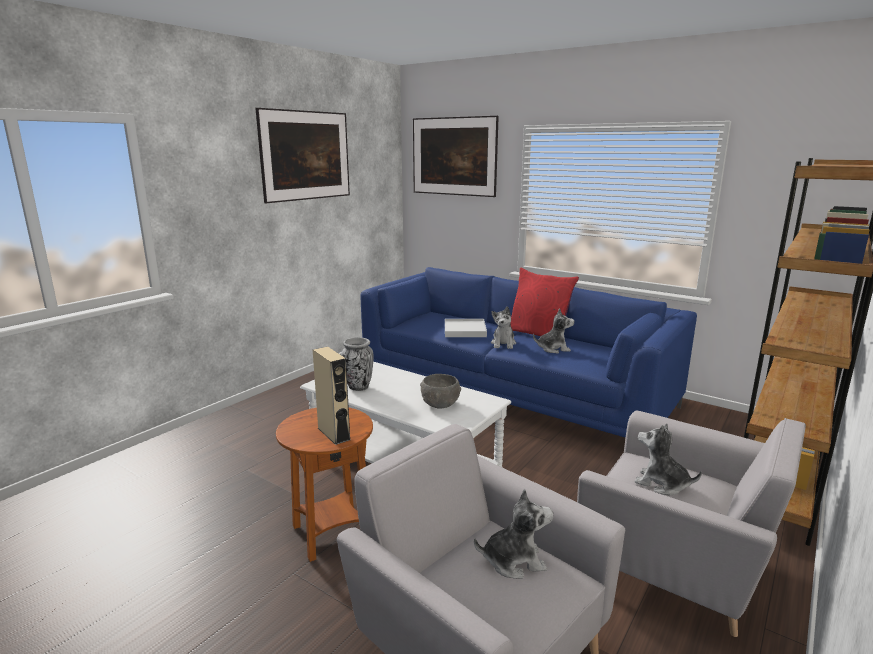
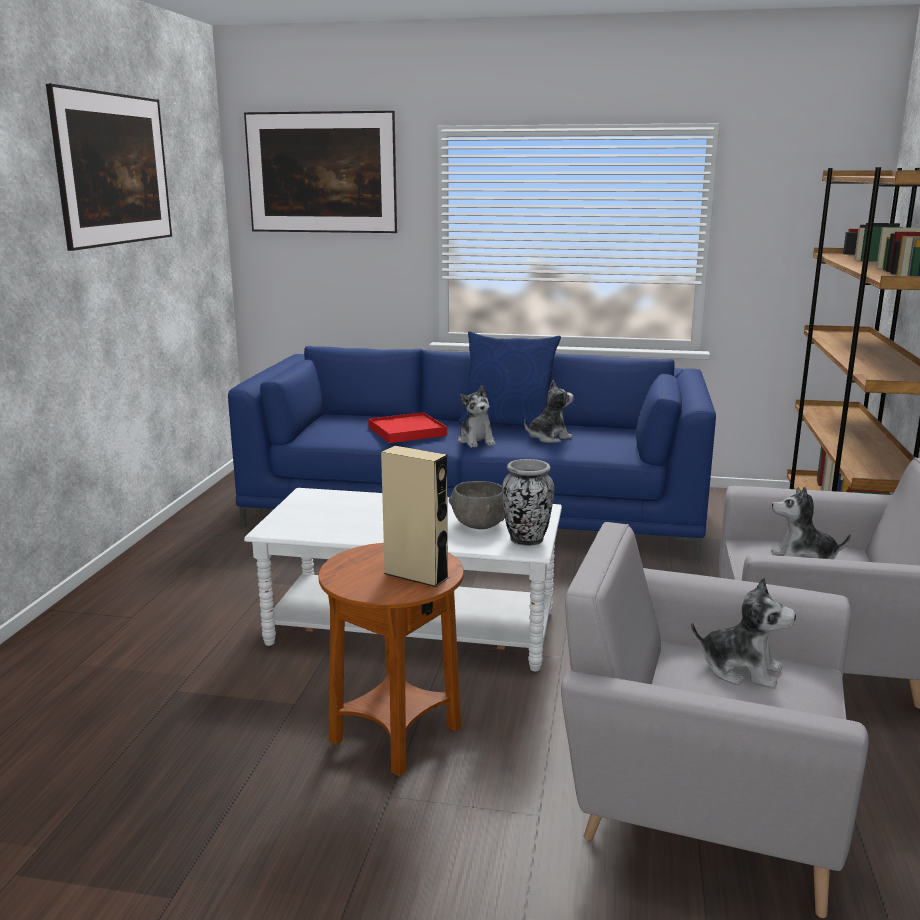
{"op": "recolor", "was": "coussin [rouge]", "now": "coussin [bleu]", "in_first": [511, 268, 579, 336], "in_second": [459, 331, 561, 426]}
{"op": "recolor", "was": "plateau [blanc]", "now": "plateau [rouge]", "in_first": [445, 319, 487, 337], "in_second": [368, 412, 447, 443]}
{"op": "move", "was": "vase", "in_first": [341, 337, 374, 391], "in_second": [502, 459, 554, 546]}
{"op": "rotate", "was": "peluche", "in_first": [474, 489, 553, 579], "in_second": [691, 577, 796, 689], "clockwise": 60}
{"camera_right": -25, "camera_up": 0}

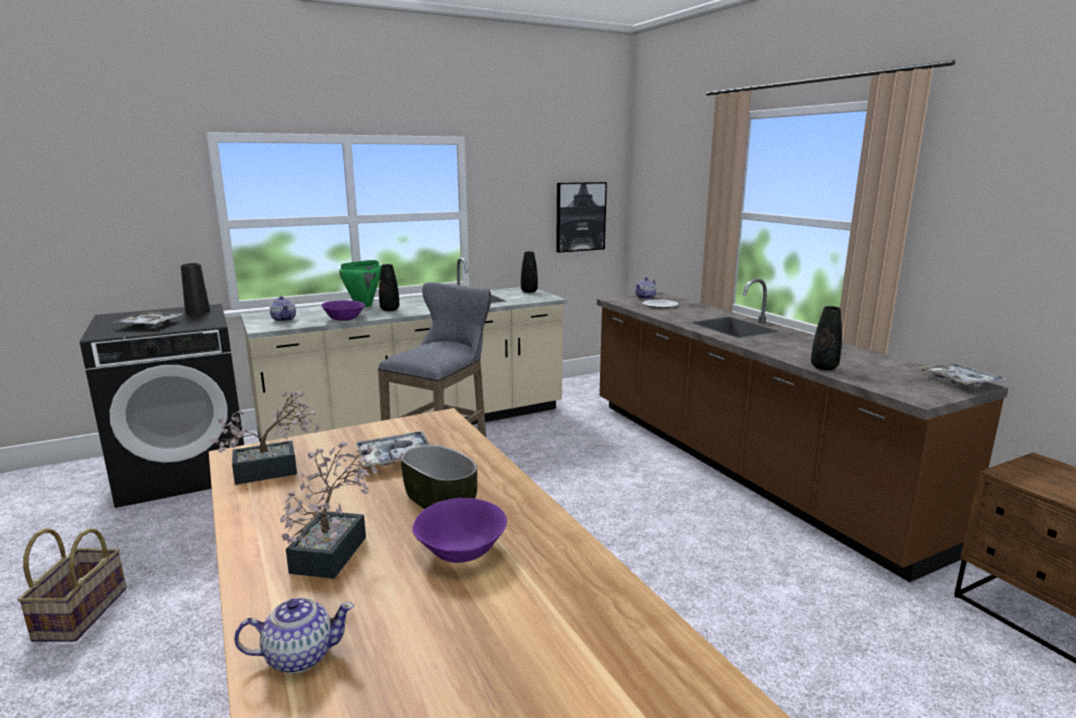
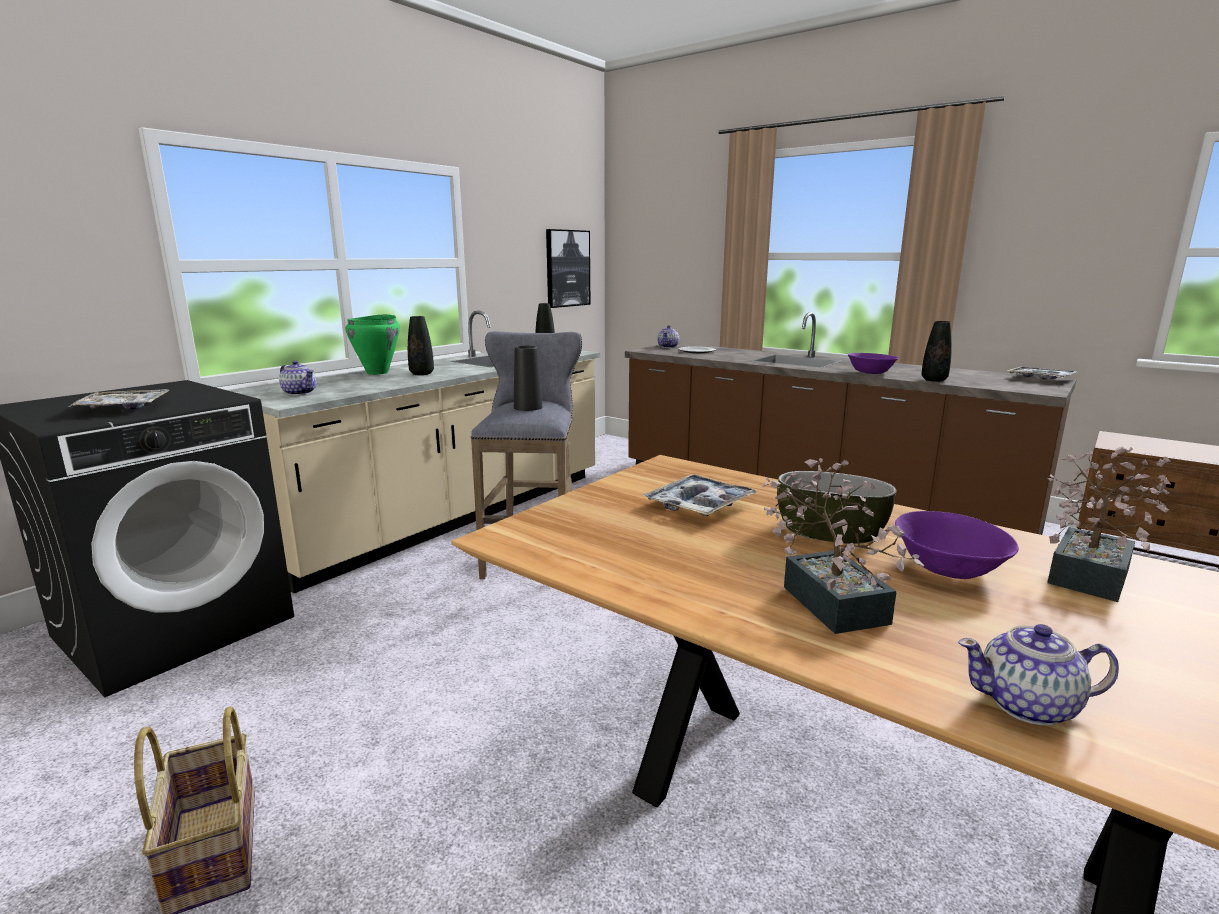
{"op": "move", "was": "vase [noir]", "in_first": [181, 263, 210, 314], "in_second": [514, 346, 542, 411]}
{"op": "move", "was": "bol [violet]", "in_first": [321, 300, 365, 321], "in_second": [848, 353, 899, 374]}
{"op": "move", "was": "plante en pot", "in_first": [210, 391, 319, 485], "in_second": [1047, 446, 1172, 602]}
{"op": "rotate", "was": "théière", "in_first": [234, 597, 354, 673], "in_second": [958, 624, 1119, 726], "clockwise": -135}
{"camera_right": -25, "camera_up": 0}

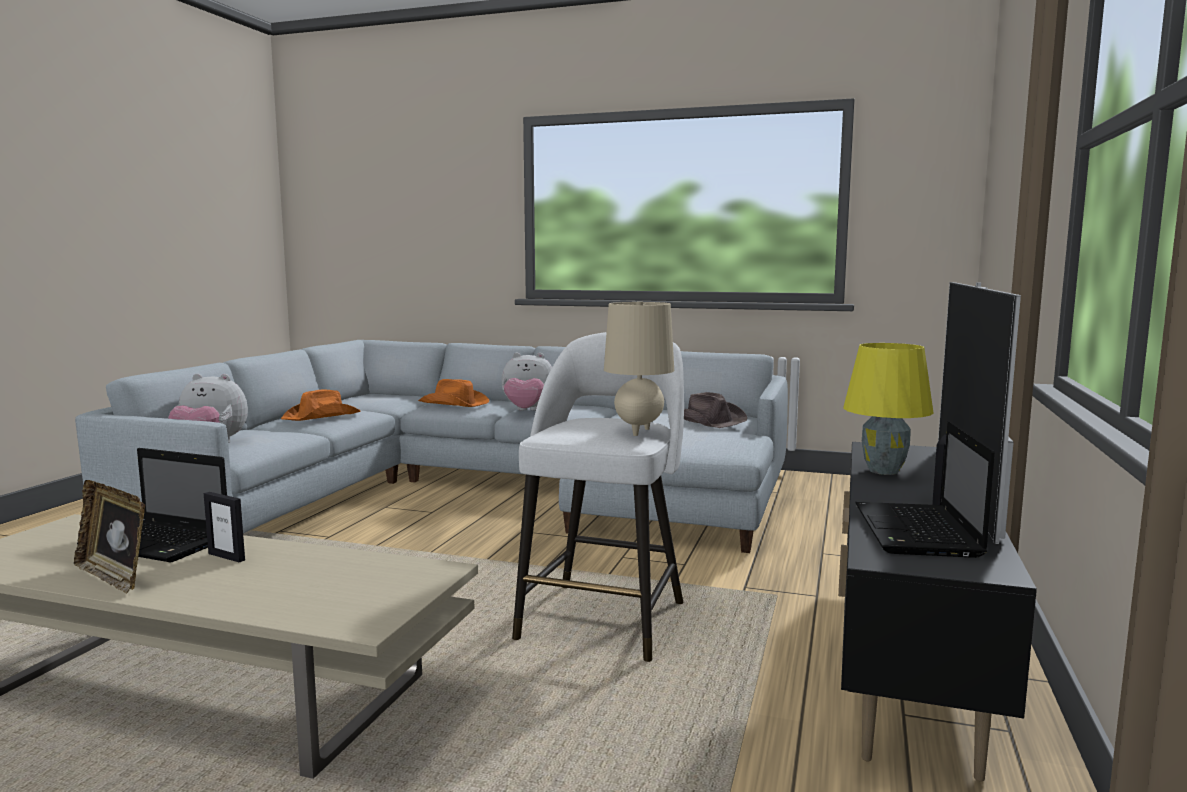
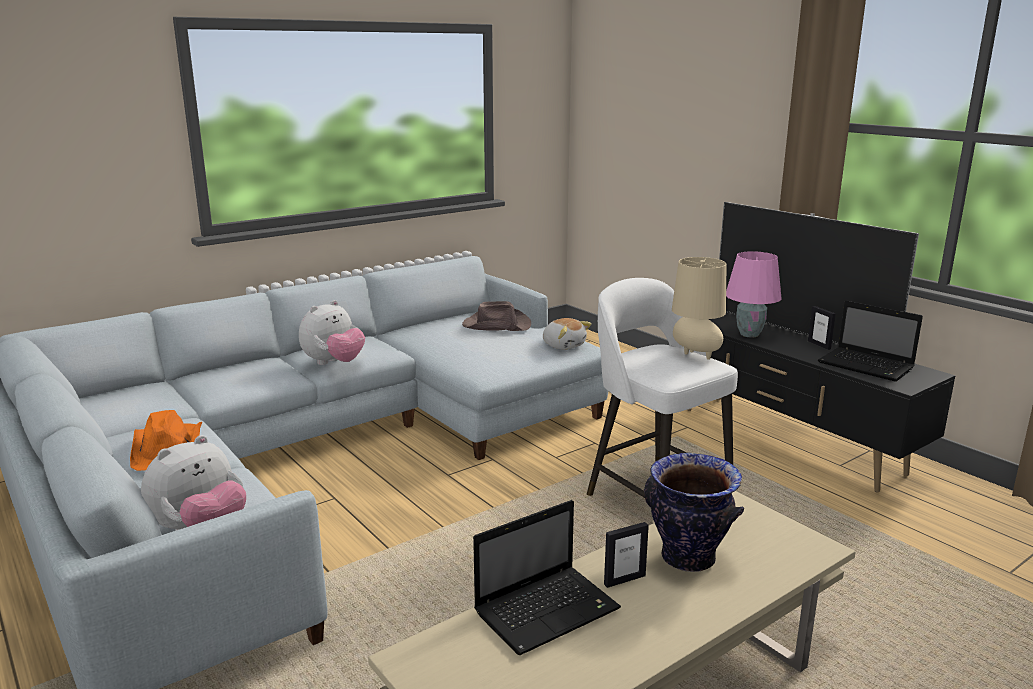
{"op": "recolor", "was": "lampe de table [jaune]", "now": "lampe de table [rose]", "in_first": [843, 343, 934, 475], "in_second": [726, 251, 782, 338]}
{"op": "delete", "was": "chapeau [orange]", "in_first": [418, 379, 489, 407]}
{"op": "delete", "was": "cadre photo", "in_first": [74, 480, 145, 594]}
{"op": "insert", "now": "peluche", "in_second": [543, 318, 592, 350]}
{"op": "insert", "now": "vase", "in_second": [644, 452, 744, 572]}
{"camera_right": -55, "camera_up": 10}

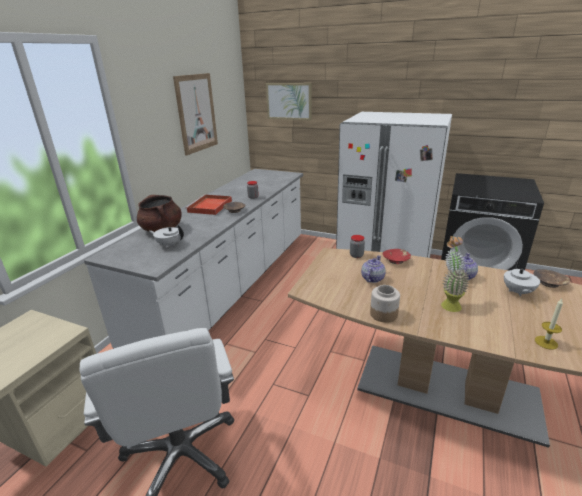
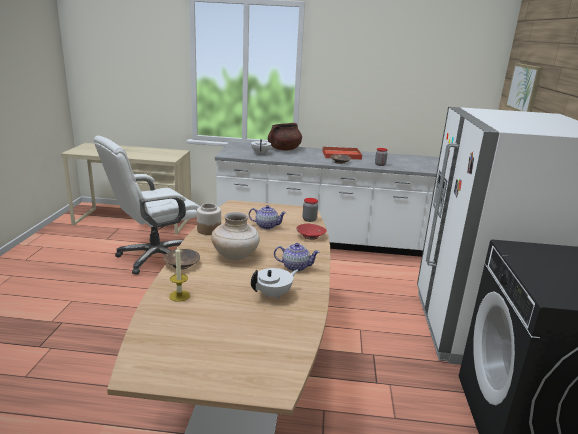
{"op": "delete", "was": "tableau", "in_first": [173, 73, 218, 156]}
{"op": "replace", "was": "plante en pot", "now": "vase [beige]", "in_first": [441, 236, 470, 312], "in_second": [211, 212, 260, 260]}
{"op": "rotate", "was": "théière [blanc]", "in_first": [504, 260, 540, 297], "in_second": [251, 268, 298, 300], "clockwise": 150}
{"op": "move", "was": "bol [marron]", "in_first": [534, 269, 570, 288], "in_second": [164, 249, 200, 269]}
{"camera_right": 70, "camera_up": -5}

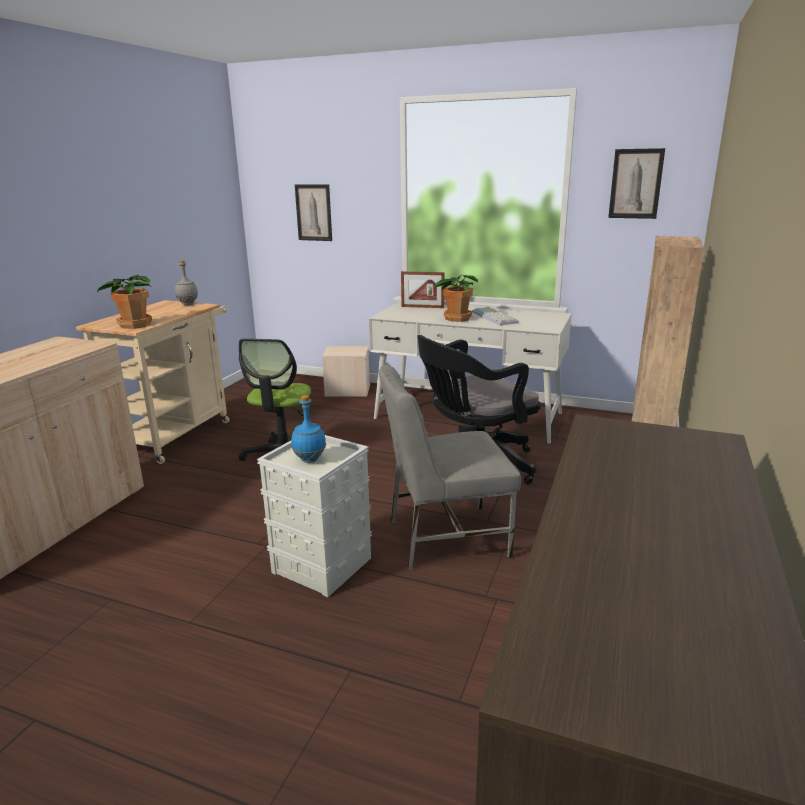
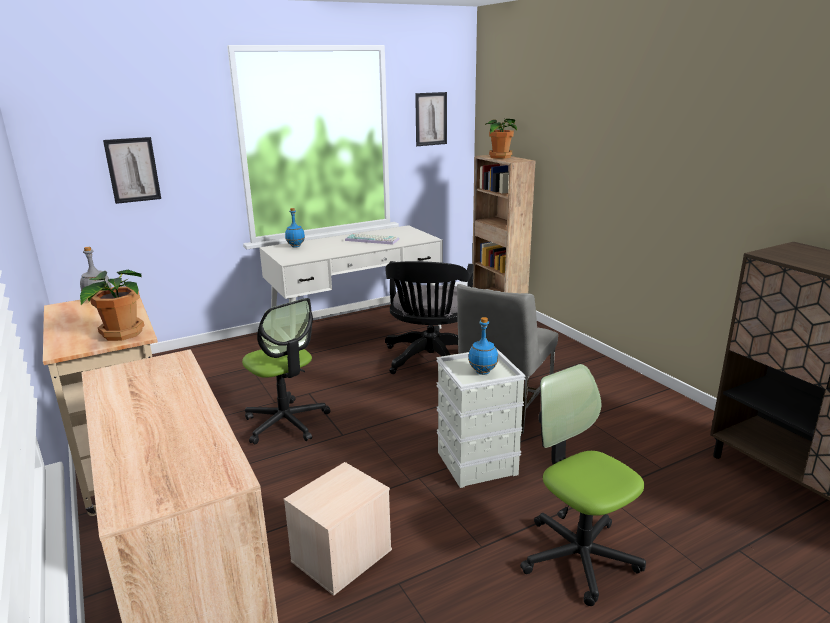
{"op": "replace", "was": "cadre photo", "now": "bouteille [bleu]", "in_first": [401, 271, 444, 308], "in_second": [285, 208, 305, 248]}
{"op": "move", "was": "plante en pot", "in_first": [433, 275, 478, 322], "in_second": [485, 119, 517, 159]}
{"op": "move", "was": "boîte de rangement [beige]", "in_first": [322, 346, 370, 397], "in_second": [284, 462, 392, 596]}
{"op": "insert", "now": "chaise de bureau", "in_second": [520, 364, 646, 606]}
{"camera_right": -50, "camera_up": 0}

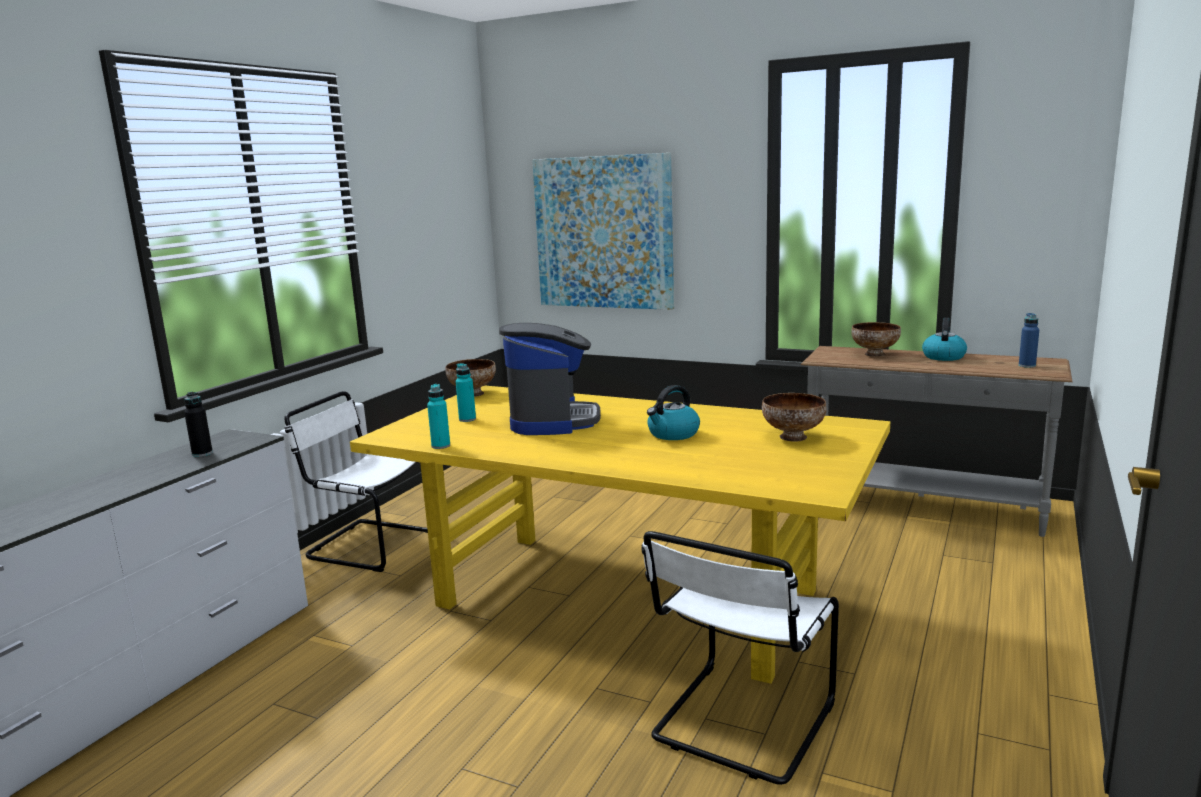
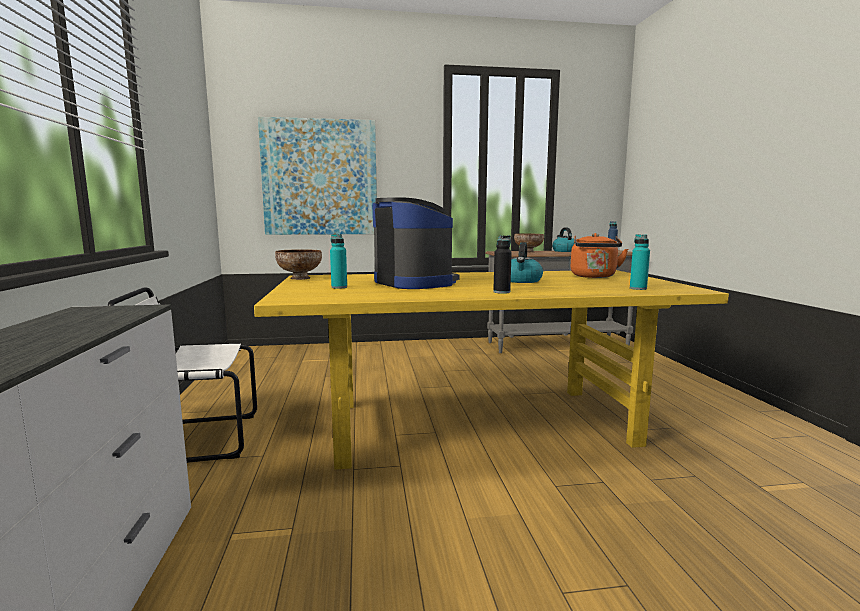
{"op": "move", "was": "bouteille [turquoise]", "in_first": [427, 384, 450, 449], "in_second": [630, 234, 650, 290]}
{"op": "move", "was": "bouteille [noir]", "in_first": [184, 392, 213, 457], "in_second": [493, 235, 512, 294]}
{"op": "replace", "was": "bol", "now": "bouilloire [orange]", "in_first": [762, 393, 827, 441], "in_second": [571, 233, 628, 278]}
{"op": "delete", "was": "chaise [blanc]", "in_first": [641, 531, 839, 785]}
{"camera_right": -35, "camera_up": -5}

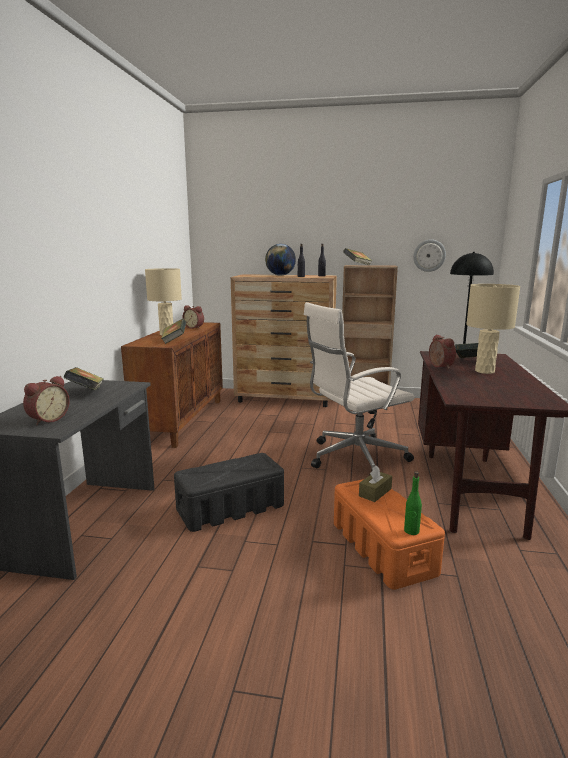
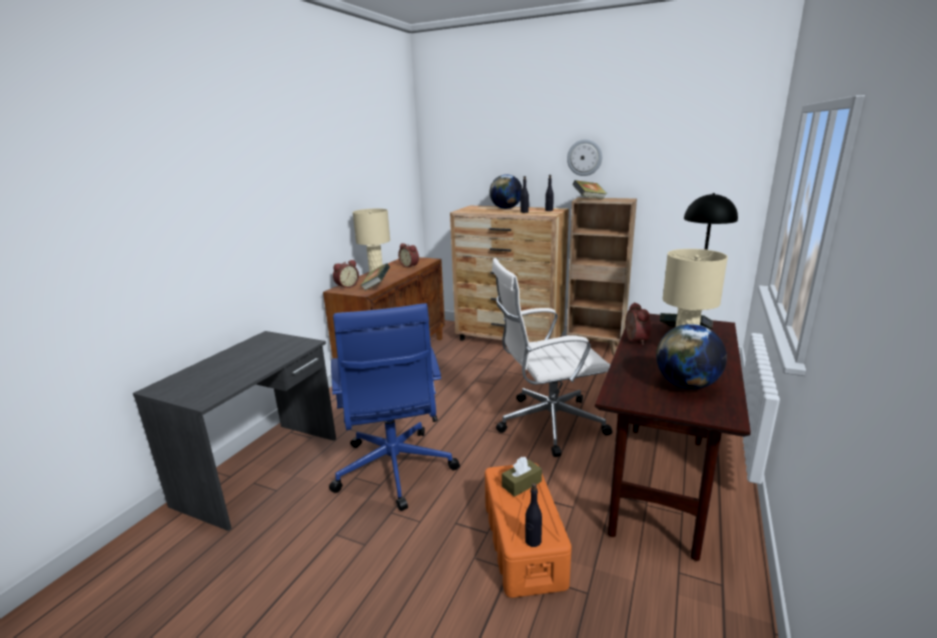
{"op": "move", "was": "horloge murale", "in_first": [413, 239, 446, 272], "in_second": [567, 139, 602, 176]}
{"op": "delete", "was": "livre", "in_first": [63, 367, 104, 391]}
{"op": "move", "was": "réveil", "in_first": [23, 376, 70, 425], "in_second": [333, 260, 359, 289]}
{"op": "replace", "was": "boîte de rangement [noir]", "now": "chaise de bureau [bleu]", "in_first": [174, 453, 284, 532], "in_second": [329, 303, 460, 511]}
{"op": "recolor", "was": "bouteille [vert]", "now": "bouteille [noir]", "in_first": [404, 471, 422, 535], "in_second": [525, 483, 542, 547]}
{"op": "insert", "now": "globe", "in_second": [656, 324, 727, 389]}
{"camera_right": 15, "camera_up": 5}

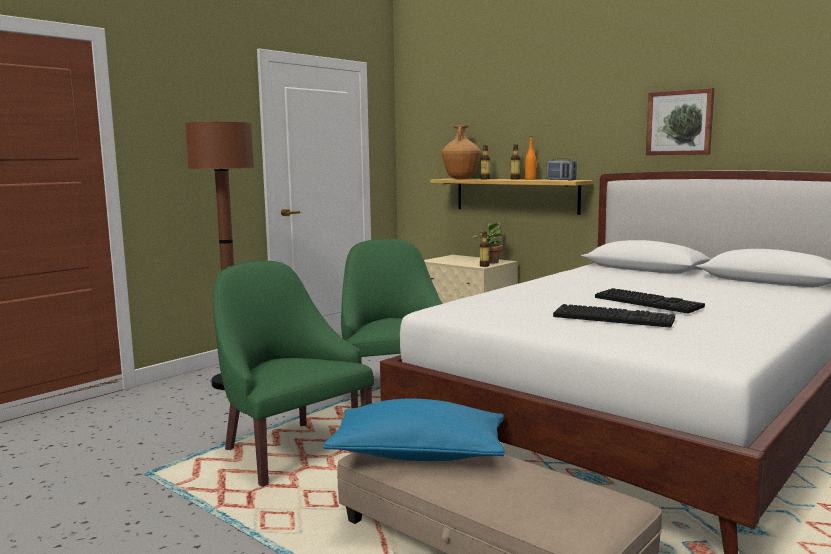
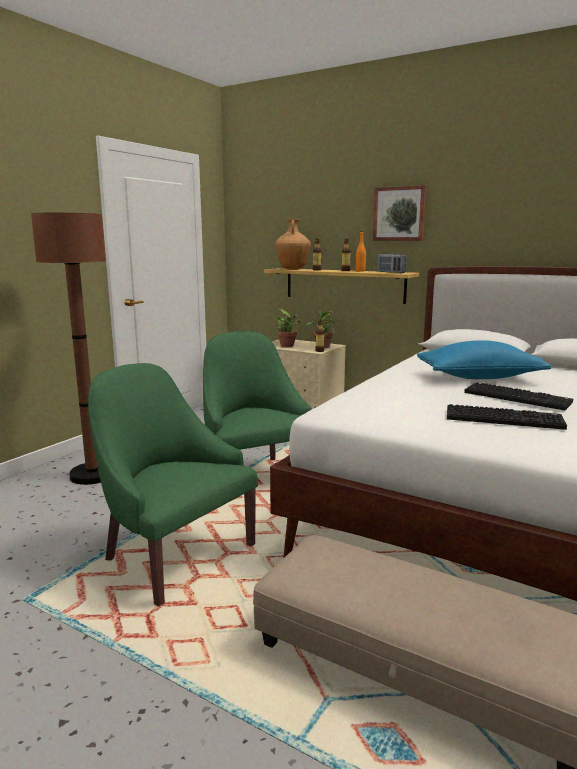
{"op": "move", "was": "tableau", "in_first": [646, 88, 714, 155], "in_second": [373, 185, 427, 241]}
{"op": "move", "was": "coussin [bleu]", "in_first": [323, 398, 505, 461], "in_second": [417, 340, 551, 379]}
{"op": "insert", "now": "plante en pot", "in_second": [276, 309, 302, 347]}
{"camera_right": -10, "camera_up": 5}

